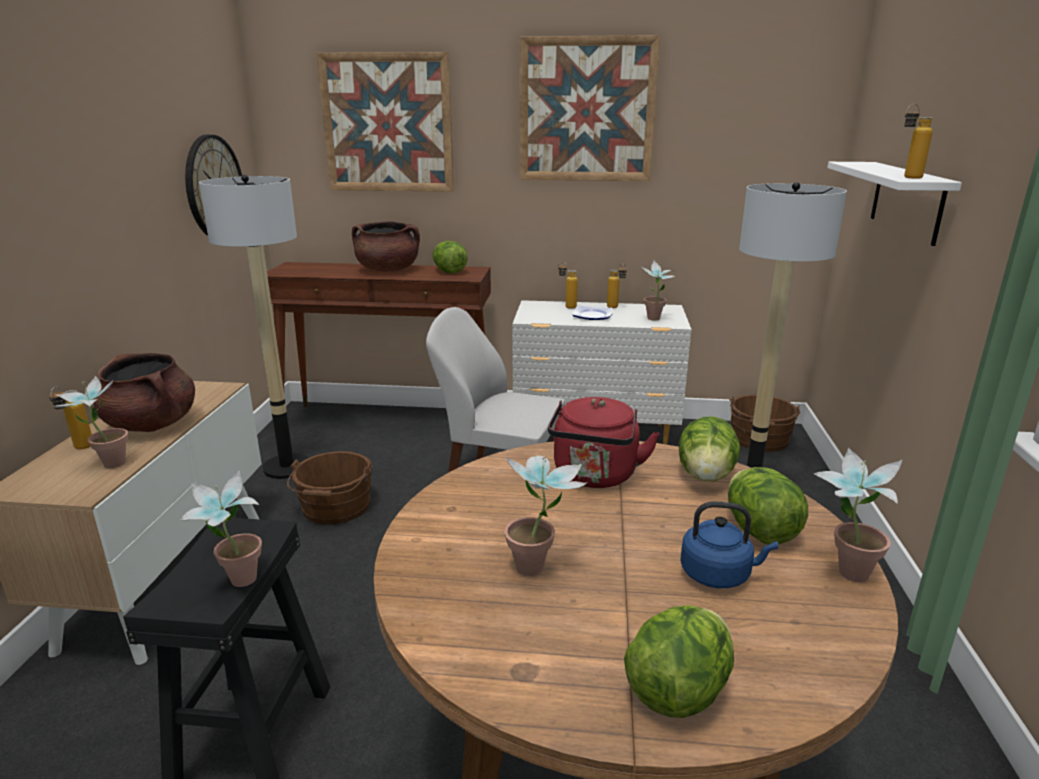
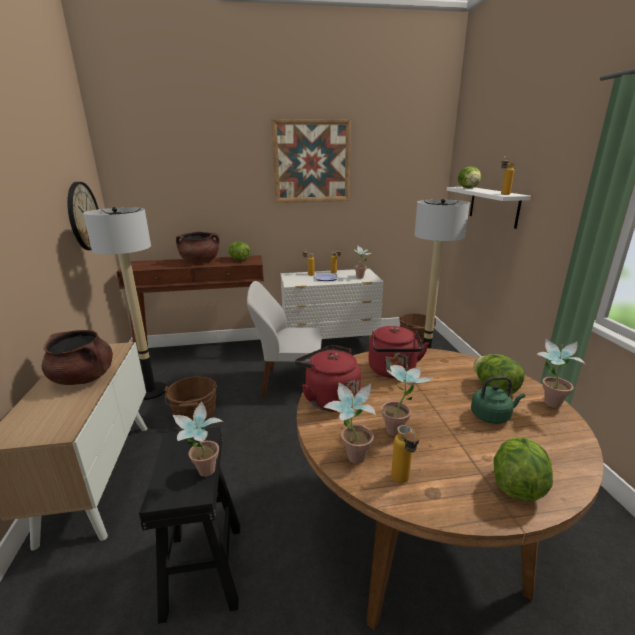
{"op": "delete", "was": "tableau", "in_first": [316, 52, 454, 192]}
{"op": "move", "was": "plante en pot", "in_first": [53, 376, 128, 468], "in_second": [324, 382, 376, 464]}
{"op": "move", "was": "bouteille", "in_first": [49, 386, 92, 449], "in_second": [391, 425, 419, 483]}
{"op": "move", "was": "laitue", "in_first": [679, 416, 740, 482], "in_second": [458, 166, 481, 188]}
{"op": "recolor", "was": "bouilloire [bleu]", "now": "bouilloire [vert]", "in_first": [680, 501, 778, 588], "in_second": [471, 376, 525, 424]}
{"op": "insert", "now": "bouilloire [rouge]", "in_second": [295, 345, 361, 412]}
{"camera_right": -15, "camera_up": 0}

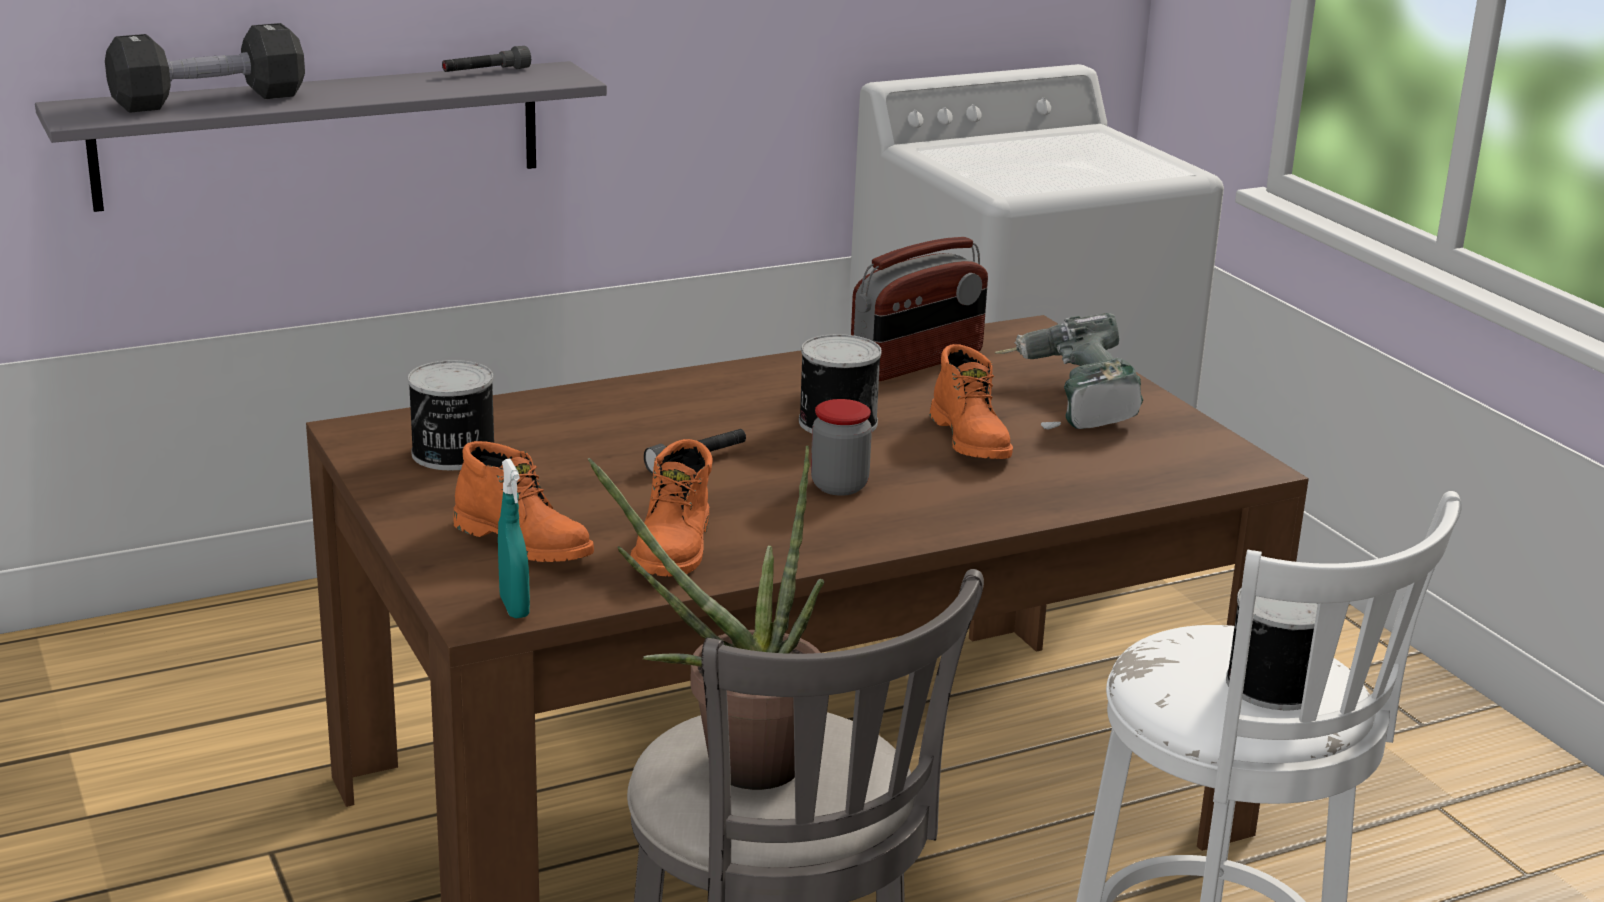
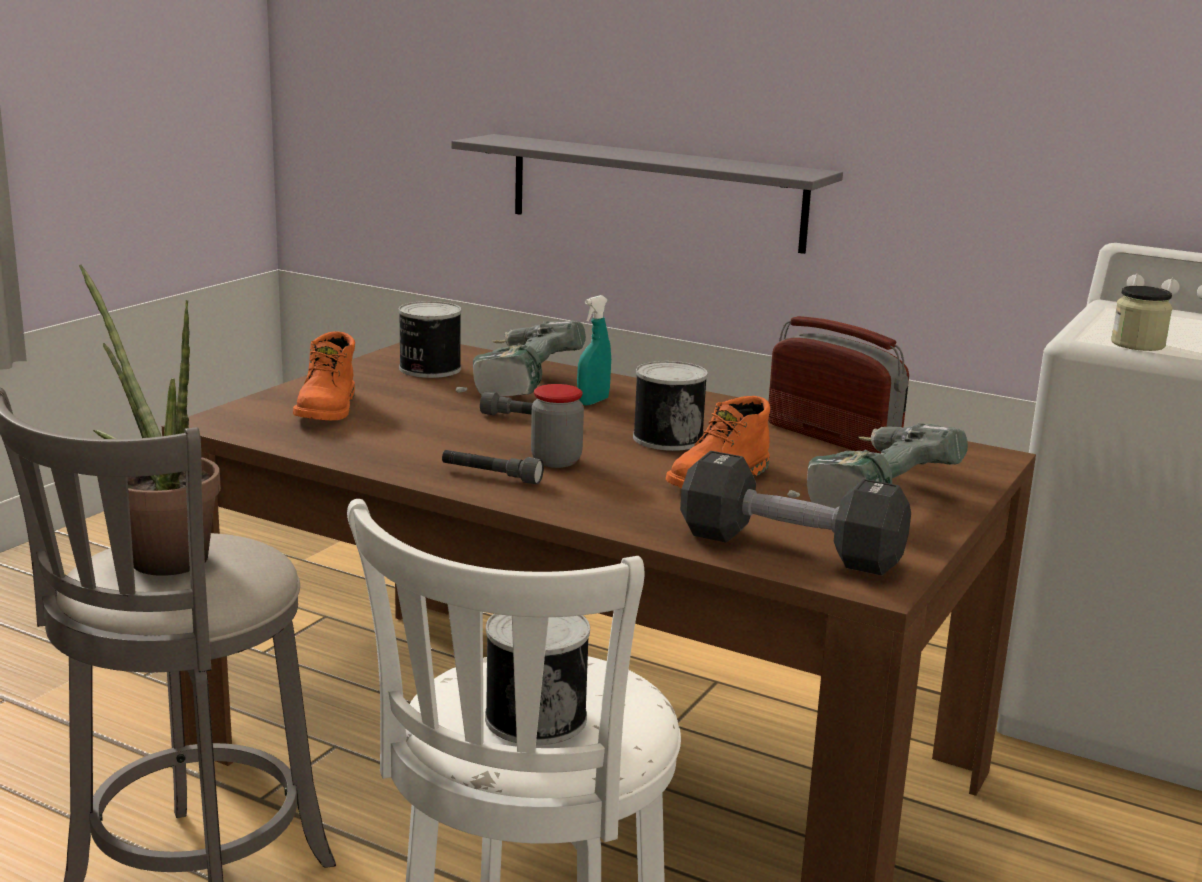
{"op": "move", "was": "haltère [noir]", "in_first": [105, 23, 305, 113], "in_second": [680, 451, 911, 575]}
{"op": "move", "was": "lampe de poche [gris]", "in_first": [442, 46, 531, 72], "in_second": [442, 450, 544, 484]}
{"op": "rotate", "was": "radio", "in_first": [851, 237, 988, 381], "in_second": [768, 316, 909, 454], "clockwise": -150}
{"op": "delete", "was": "botte [orange]", "in_first": [631, 439, 713, 576]}
{"op": "move", "was": "vaporisateur [turquoise]", "in_first": [498, 459, 530, 619], "in_second": [577, 295, 611, 406]}
{"op": "insert", "now": "bocal", "in_second": [1111, 286, 1172, 351]}
{"op": "insert", "now": "perceuse", "in_second": [456, 320, 586, 397]}
{"camera_right": 55, "camera_up": -5}

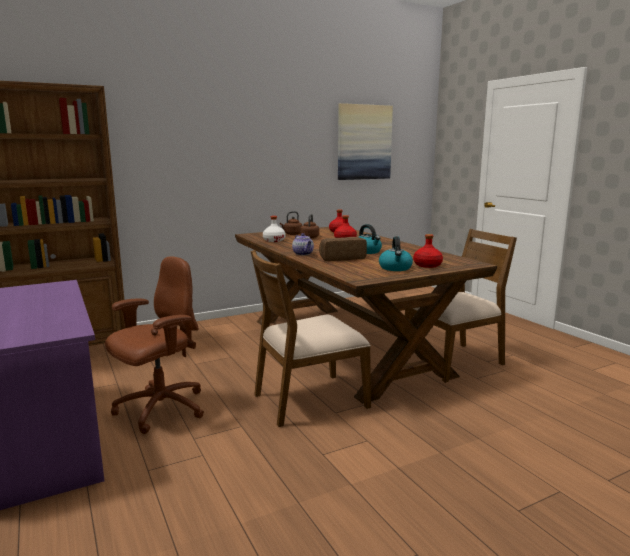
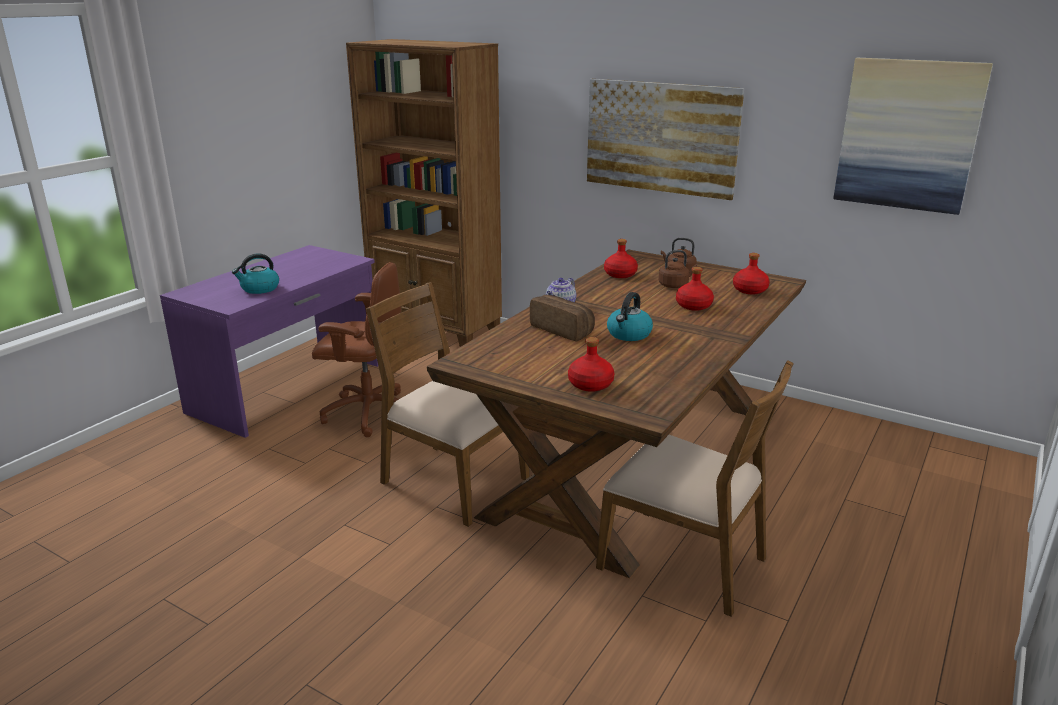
{"op": "recolor", "was": "bouteille [blanc]", "now": "bouteille [rouge]", "in_first": [263, 216, 286, 242], "in_second": [604, 239, 638, 278]}
{"op": "move", "was": "bouilloire", "in_first": [379, 236, 413, 271], "in_second": [232, 253, 279, 294]}
{"op": "insert", "now": "tableau", "in_second": [587, 79, 744, 200]}
{"camera_right": 60, "camera_up": 10}

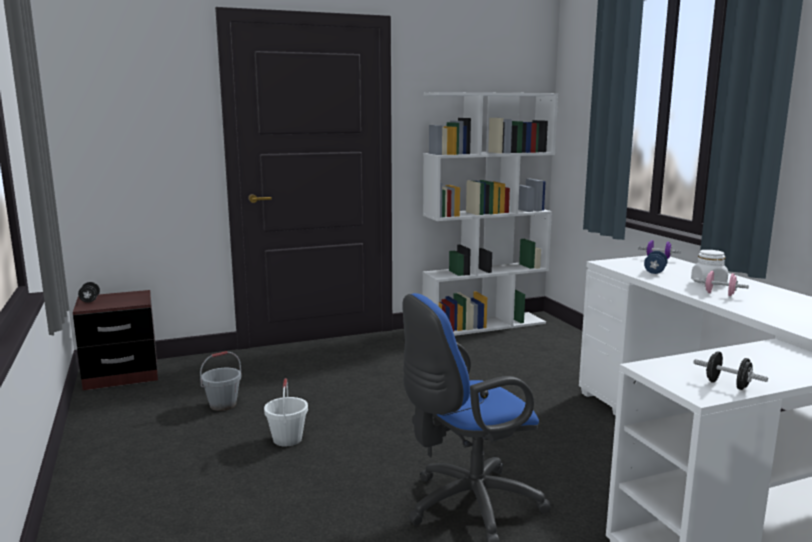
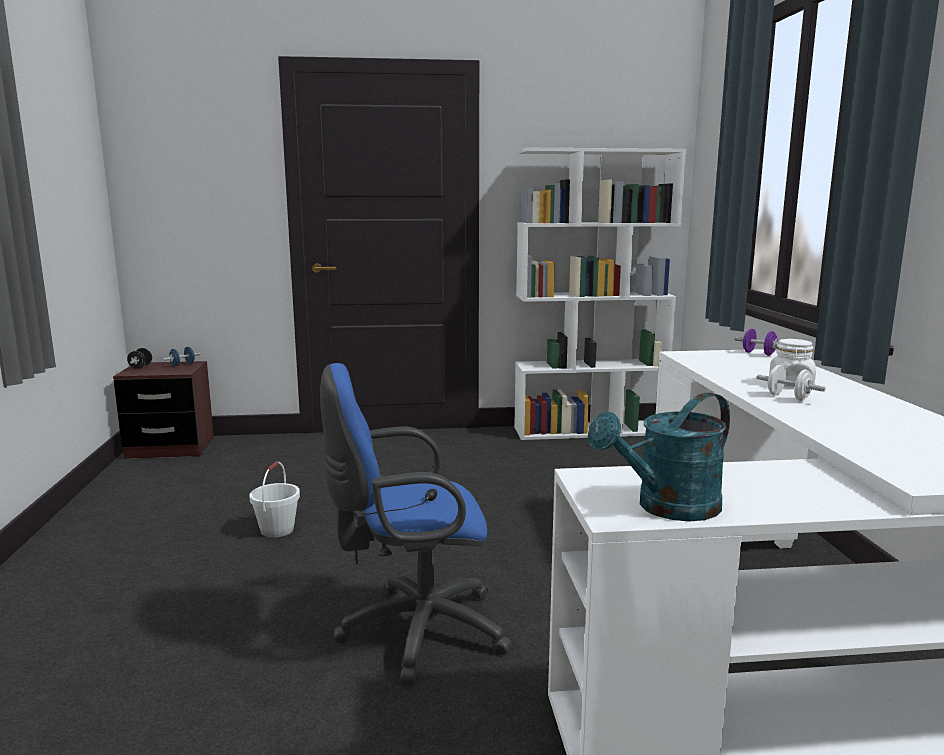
{"op": "move", "was": "haltère [bleu]", "in_first": [644, 251, 668, 274], "in_second": [163, 347, 201, 366]}
{"op": "recolor", "was": "haltère [rose]", "now": "haltère [blanc]", "in_first": [694, 271, 749, 296], "in_second": [756, 365, 826, 401]}
{"op": "delete", "was": "seau [gris]", "in_first": [200, 351, 242, 411]}
{"op": "replace", "was": "haltère [noir]", "now": "arrosoir [turquoise]", "in_first": [693, 351, 768, 390], "in_second": [588, 392, 730, 522]}
{"camera_right": 15, "camera_up": 0}

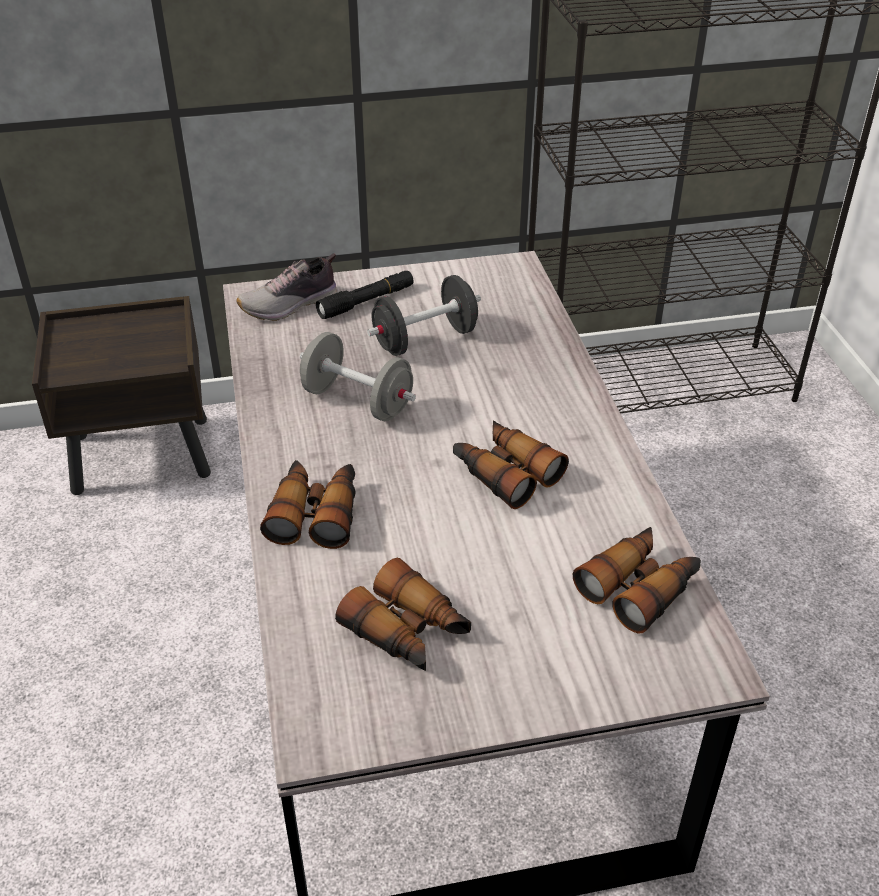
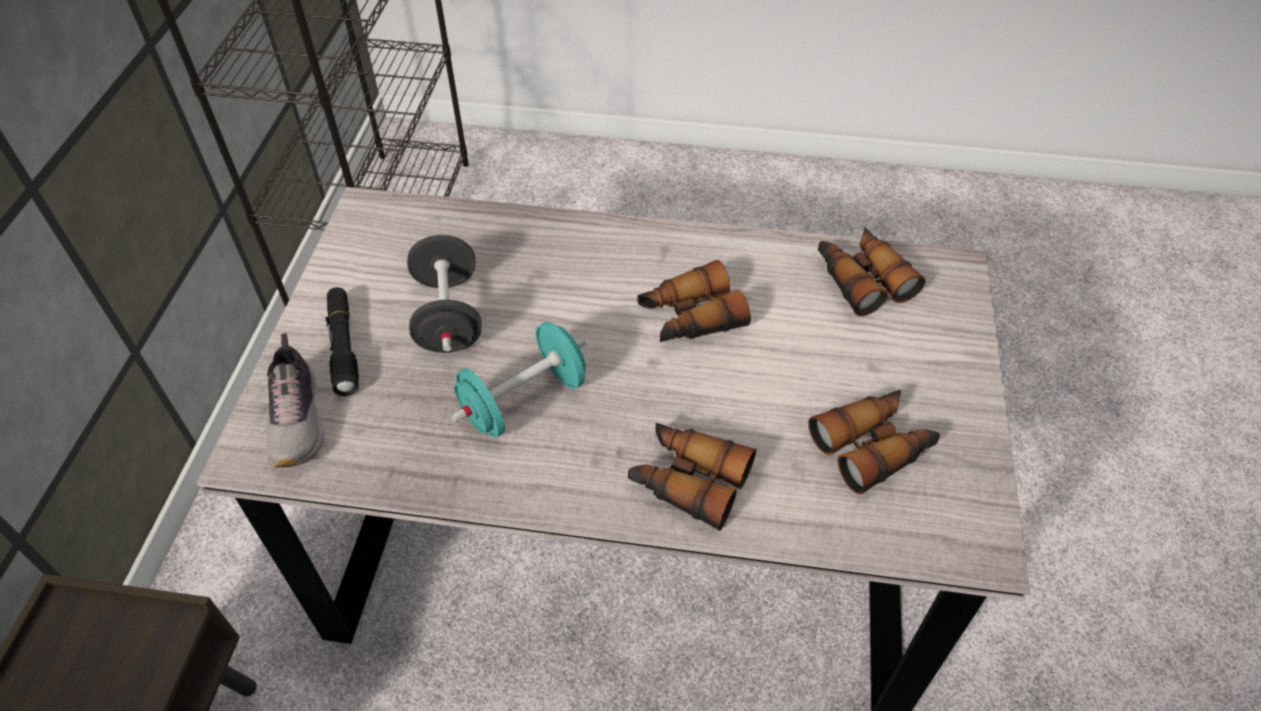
{"op": "recolor", "was": "haltère [gris]", "now": "haltère [turquoise]", "in_first": [300, 332, 416, 421], "in_second": [452, 322, 586, 438]}
{"camera_right": -70, "camera_up": 10}

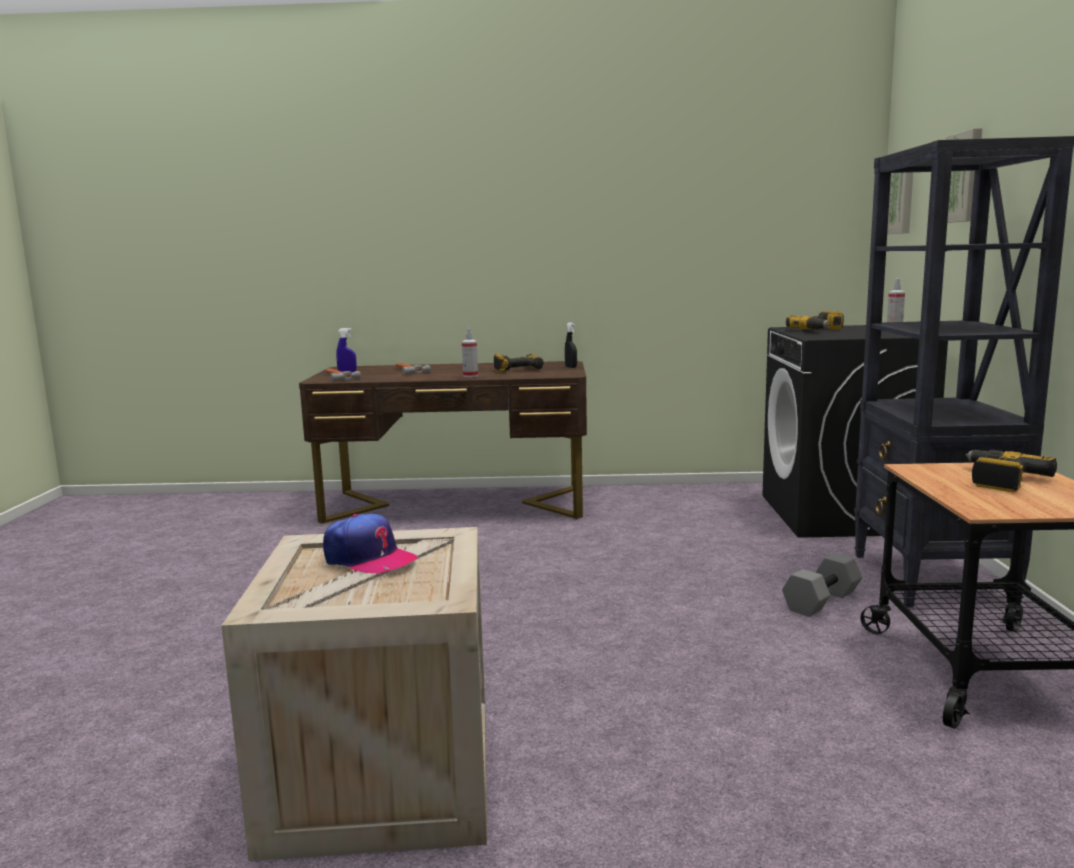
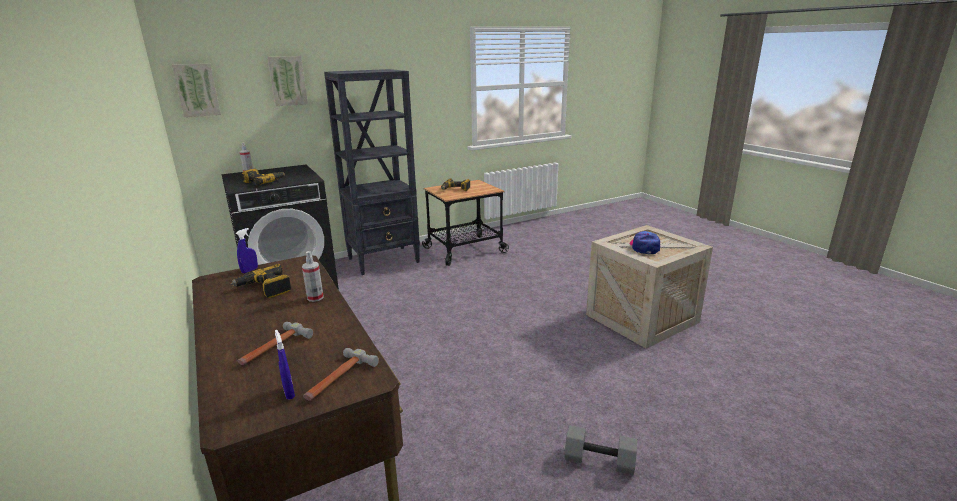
{"op": "recolor", "was": "vaporisateur [noir]", "now": "vaporisateur [bleu]", "in_first": [565, 323, 577, 368], "in_second": [236, 228, 258, 273]}
{"op": "move", "was": "haltère [gris]", "in_first": [782, 553, 862, 617], "in_second": [564, 425, 637, 475]}
{"camera_right": -120, "camera_up": 10}

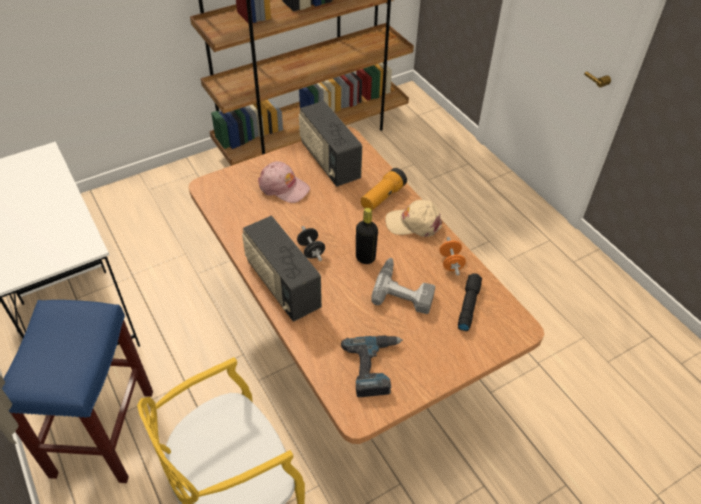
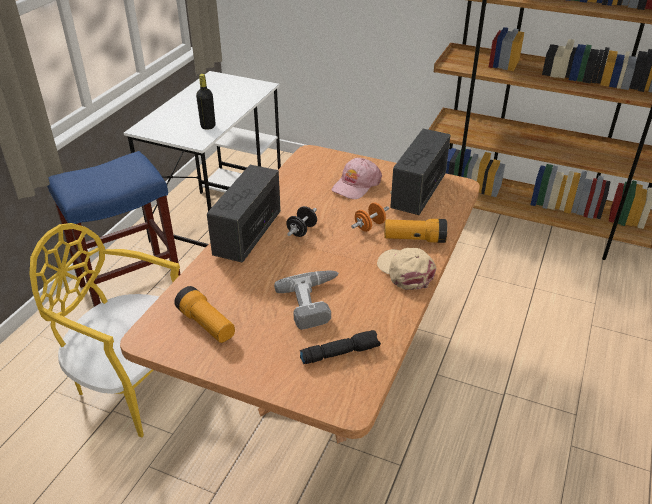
{"op": "rotate", "was": "casquette [rose]", "in_first": [258, 161, 310, 203], "in_second": [331, 158, 382, 199], "clockwise": 45}
{"op": "move", "was": "bouteille [noir]", "in_first": [356, 208, 378, 264], "in_second": [196, 74, 216, 130]}
{"op": "move", "was": "haltère [orange]", "in_first": [440, 237, 466, 276], "in_second": [351, 203, 389, 232]}
{"op": "replace", "was": "perceuse", "now": "lampe de poche", "in_first": [341, 335, 403, 397], "in_second": [174, 286, 235, 343]}
{"camera_right": 55, "camera_up": -10}

